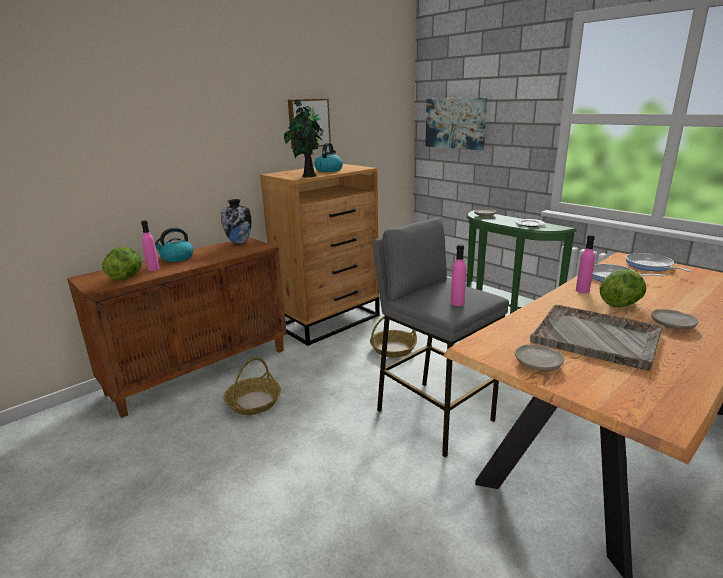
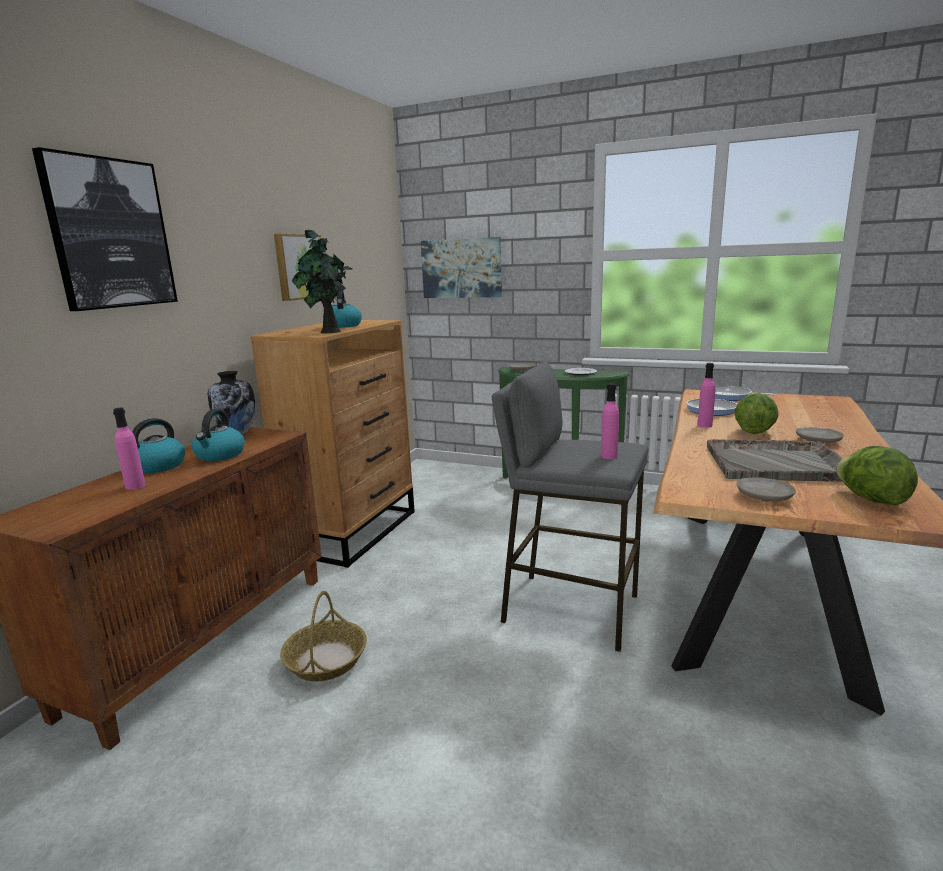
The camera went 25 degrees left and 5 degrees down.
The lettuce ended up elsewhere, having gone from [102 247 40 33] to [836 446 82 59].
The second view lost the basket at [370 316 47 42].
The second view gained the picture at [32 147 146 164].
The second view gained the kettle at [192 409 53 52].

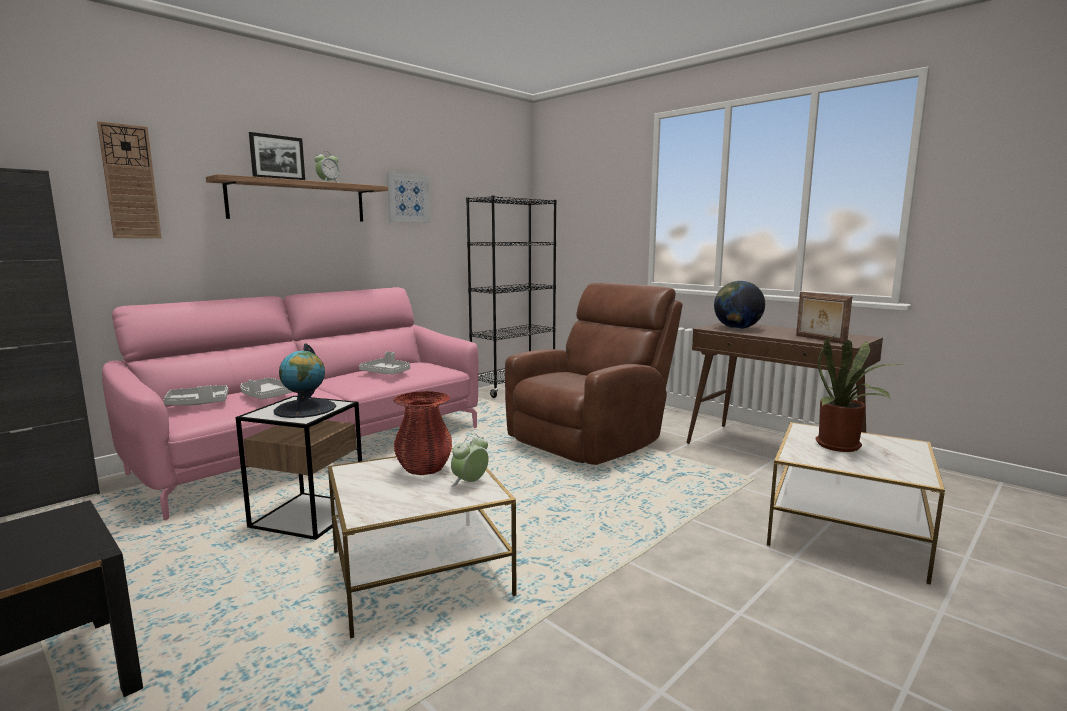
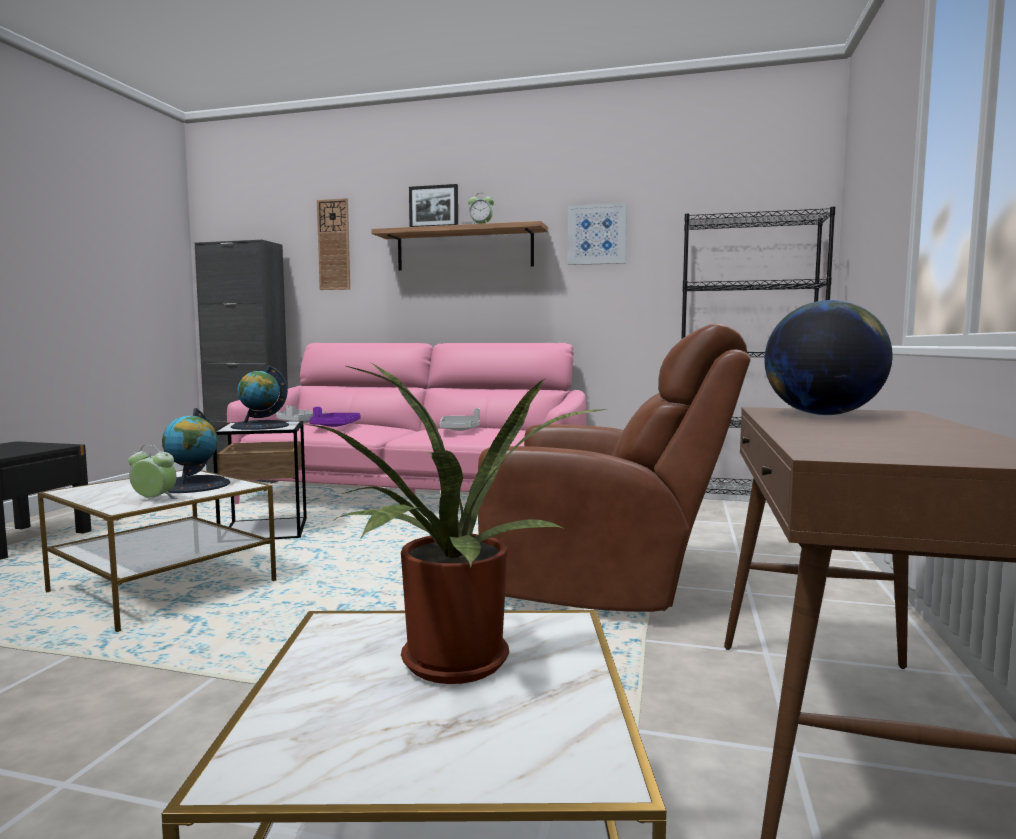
The camera went 60 degrees right and 5 degrees down.
The second view lost the picture frame at [796 292 56 52].
What was the tray (grey) at [240 378 52 21] turned into the tray (purple) at [309 407 52 20].
Where the vase (red) stood at [393 391 59 84], the globe came to stand at [162 408 68 85].

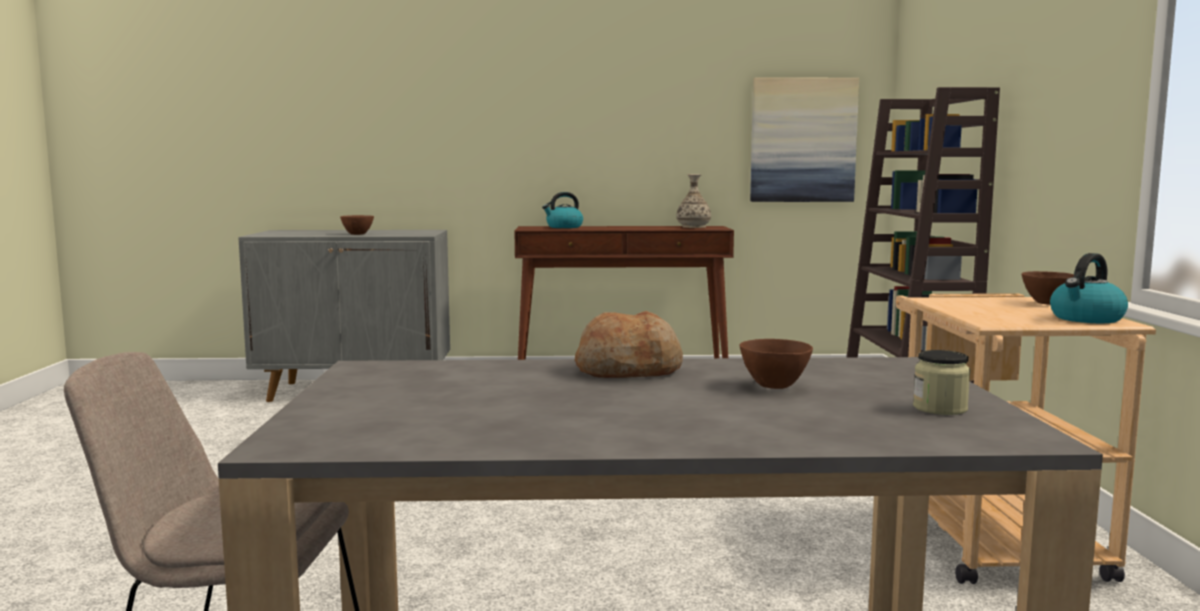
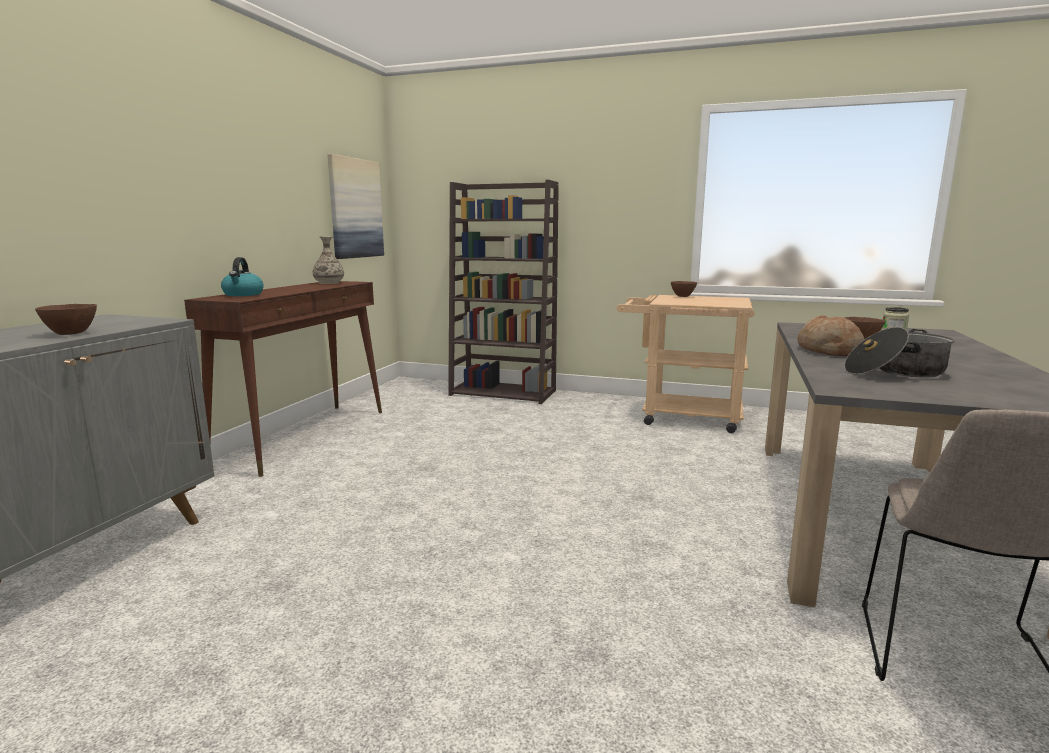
The camera went 70 degrees left and 5 degrees up.
The second view lost the kettle at [1050 253 78 70].
The second view gained the cooking pot at [844 327 111 50].

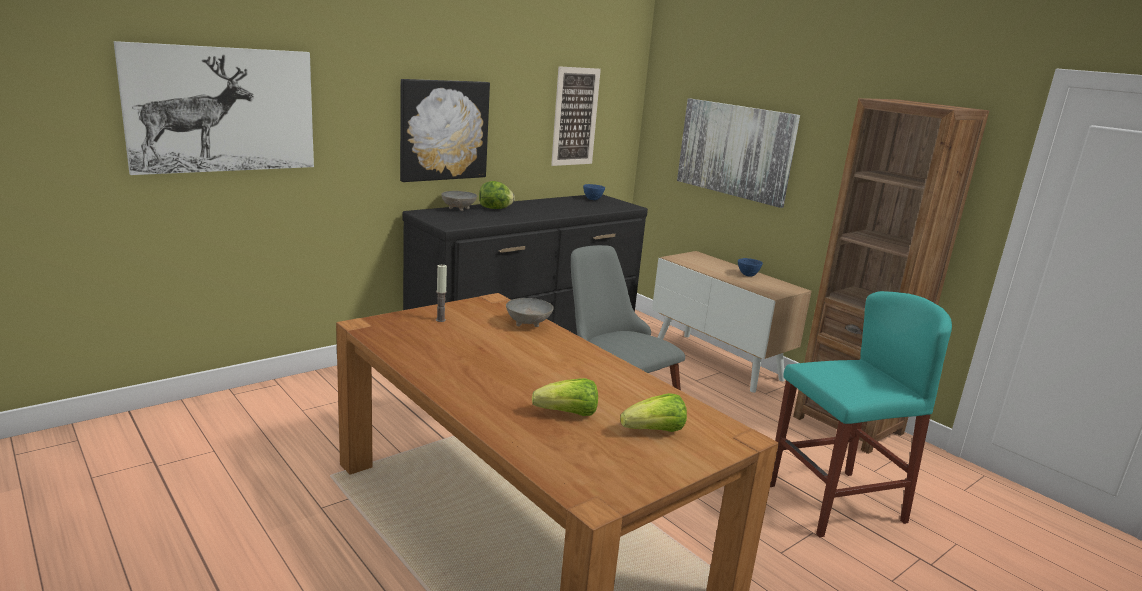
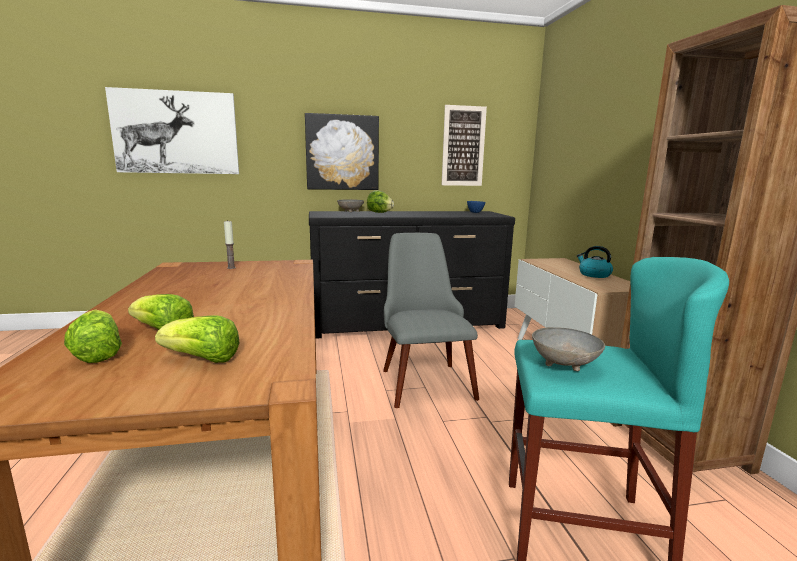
The camera went 30 degrees right and 5 degrees down.
The second view lost the picture at [677 98 123 110].
Where the bowl (blue) stood at [738 258 25 19], the kettle came to stand at [577 246 36 32].
The bowl (grey) ended up elsewhere, having gone from [506 298 48 29] to [532 327 73 44].
The second view gained the lettuce at [64 309 58 54].

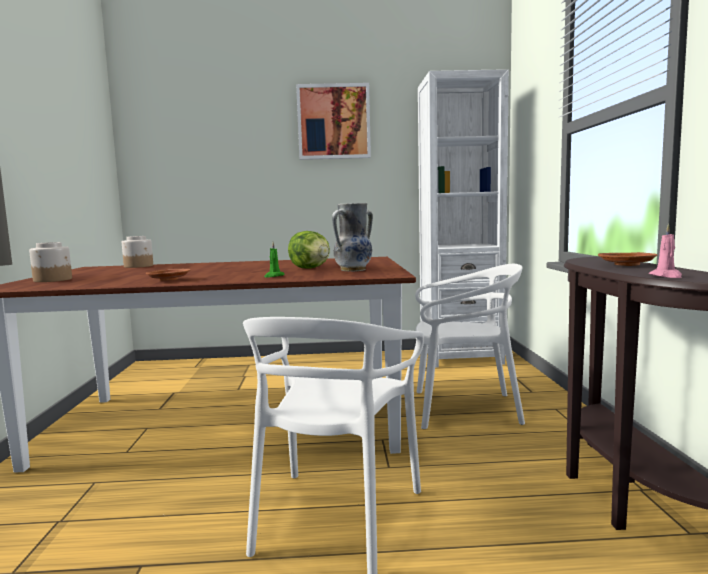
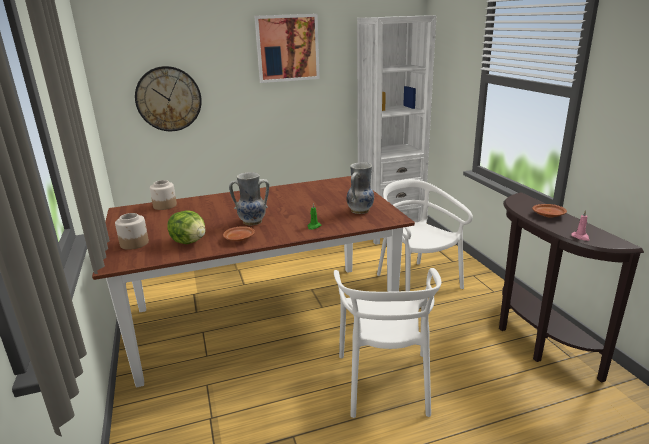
The camera went 15 degrees left and 15 degrees up.
The lettuce ended up elsewhere, having gone from [288 231 42 38] to [167 211 38 33].
The chair (white) at [415 264 110 165] ended up facing another way, 105 degrees counterclockwise from before.
The second view gained the wall clock at [135 66 67 65].
The second view gained the vase at [229 172 40 53].

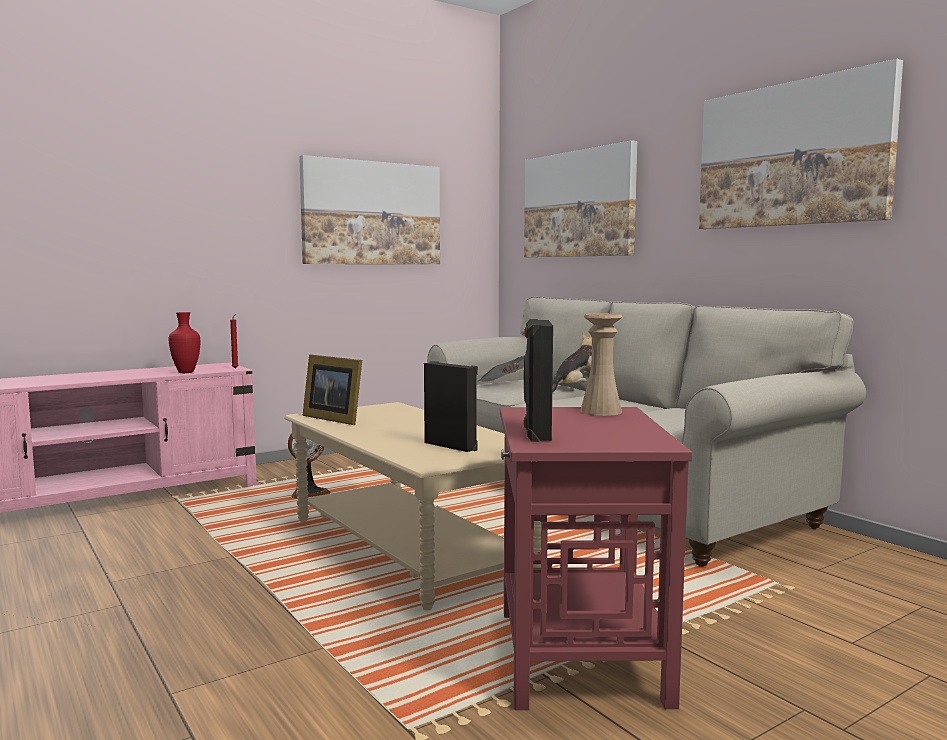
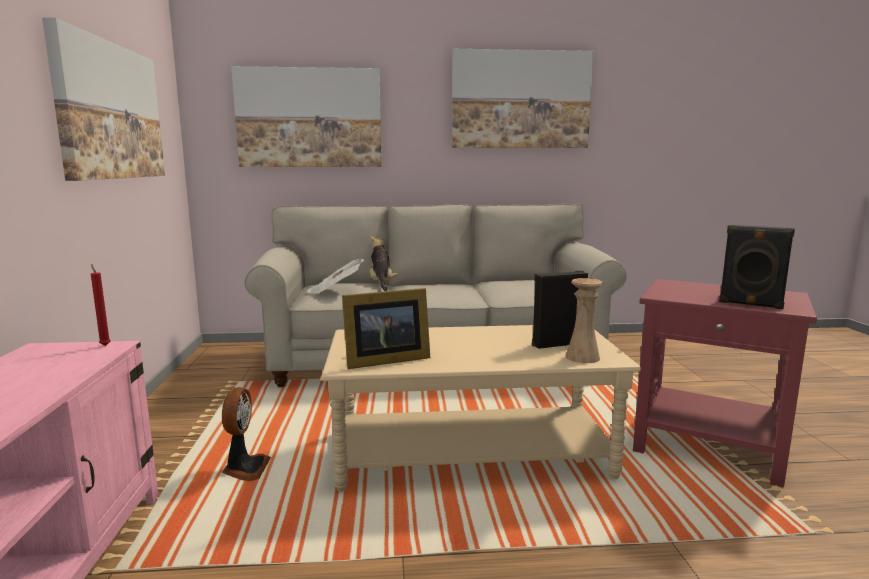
The camera went 60 degrees left and 5 degrees up.
The second view lost the vase (red) at [169 312 31 61].
The vase (beige) ended up elsewhere, having gone from [580 313 42 103] to [566 278 37 85].

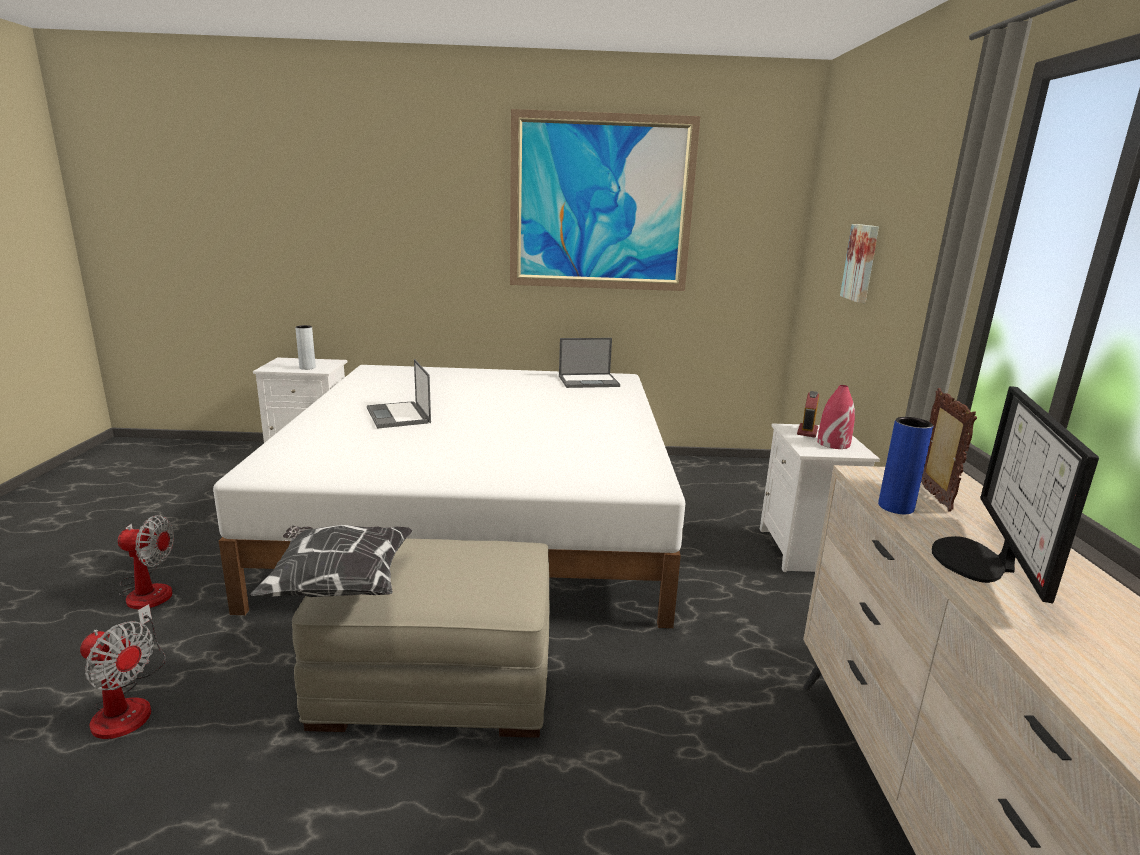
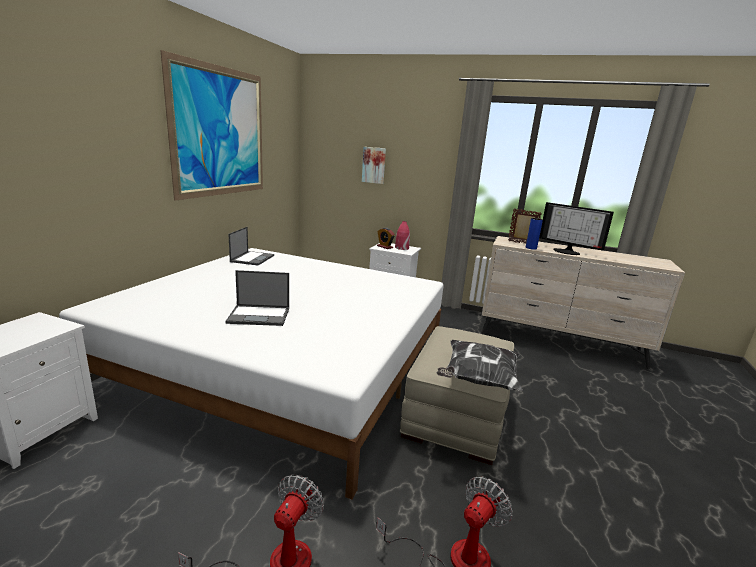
The camera went 70 degrees left and 0 degrees up.
The second view lost the vase (grey) at [295 325 21 45].

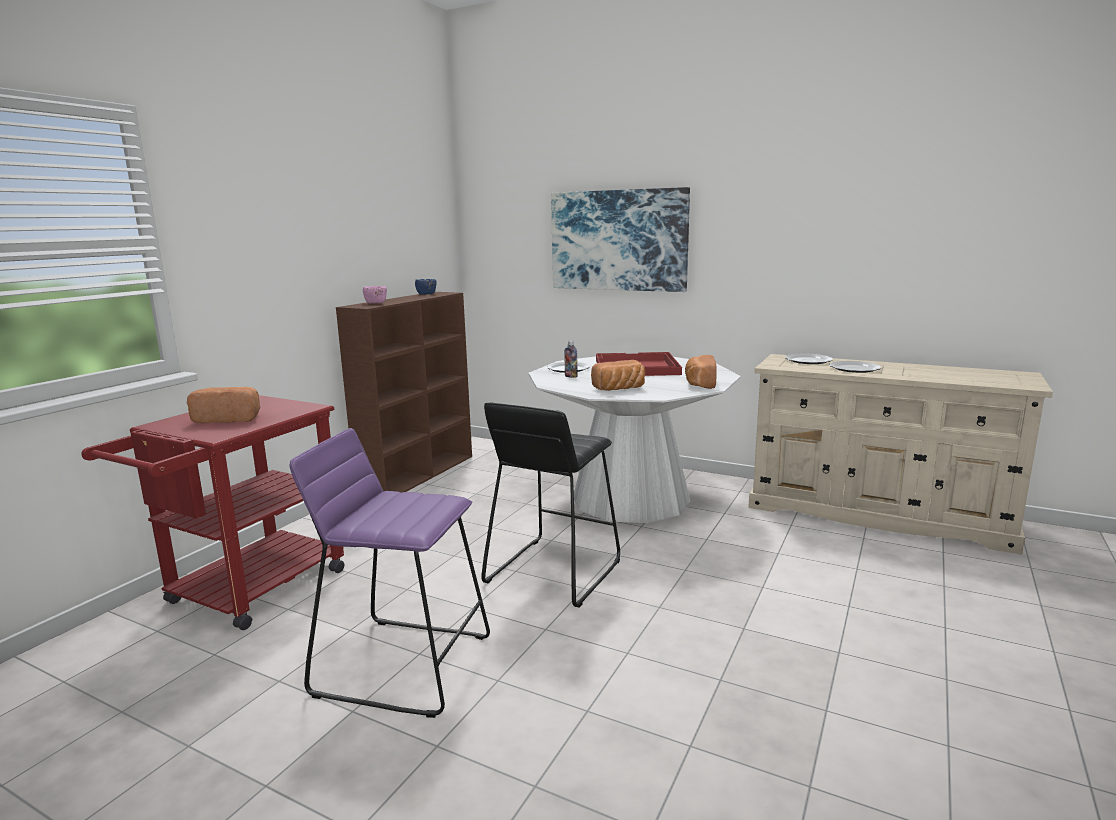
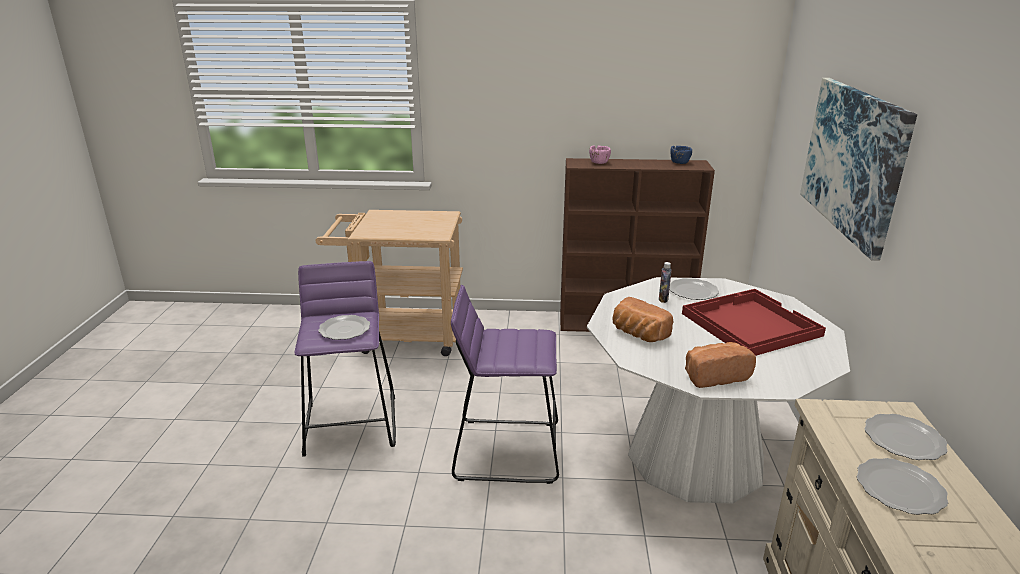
The camera went 65 degrees right and 10 degrees up.
The second view lost the bread at [187 387 73 36].
What was the cart (red) at [81 395 264 235] turned into the cart (beige) at [316 210 147 146].
What was the stool (black) at [481 402 139 206] turned into the stool (purple) at [451 285 108 199].
The second view gained the plate at [318 315 52 25].

